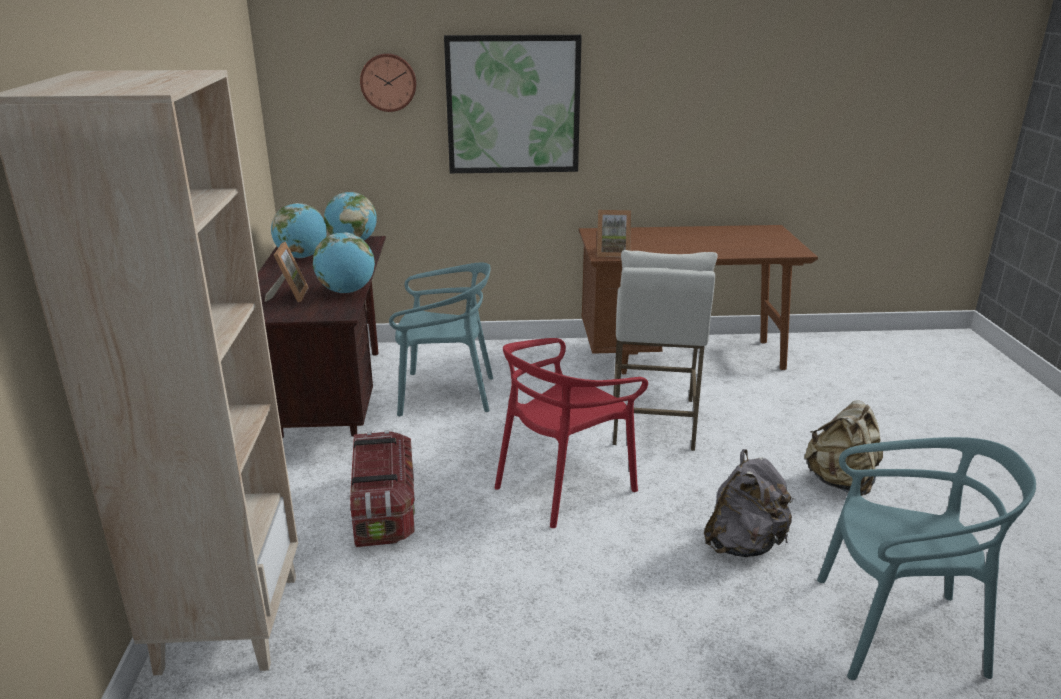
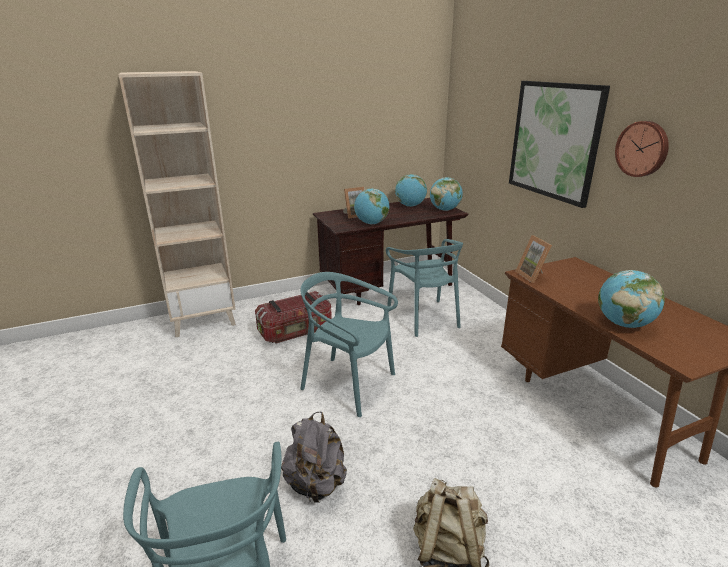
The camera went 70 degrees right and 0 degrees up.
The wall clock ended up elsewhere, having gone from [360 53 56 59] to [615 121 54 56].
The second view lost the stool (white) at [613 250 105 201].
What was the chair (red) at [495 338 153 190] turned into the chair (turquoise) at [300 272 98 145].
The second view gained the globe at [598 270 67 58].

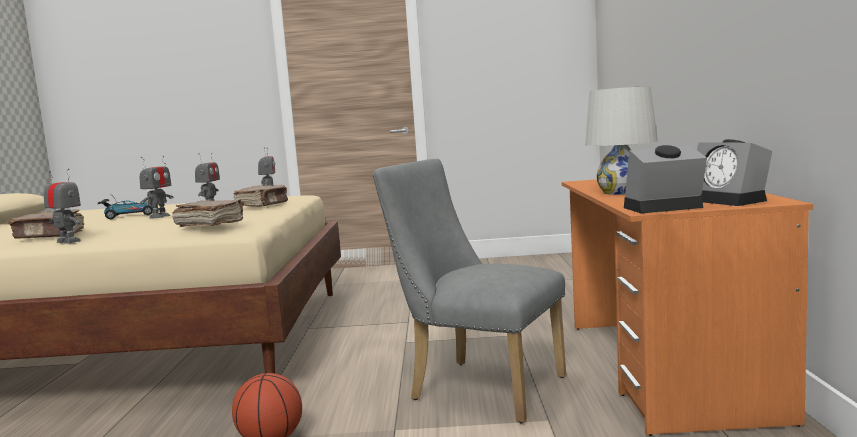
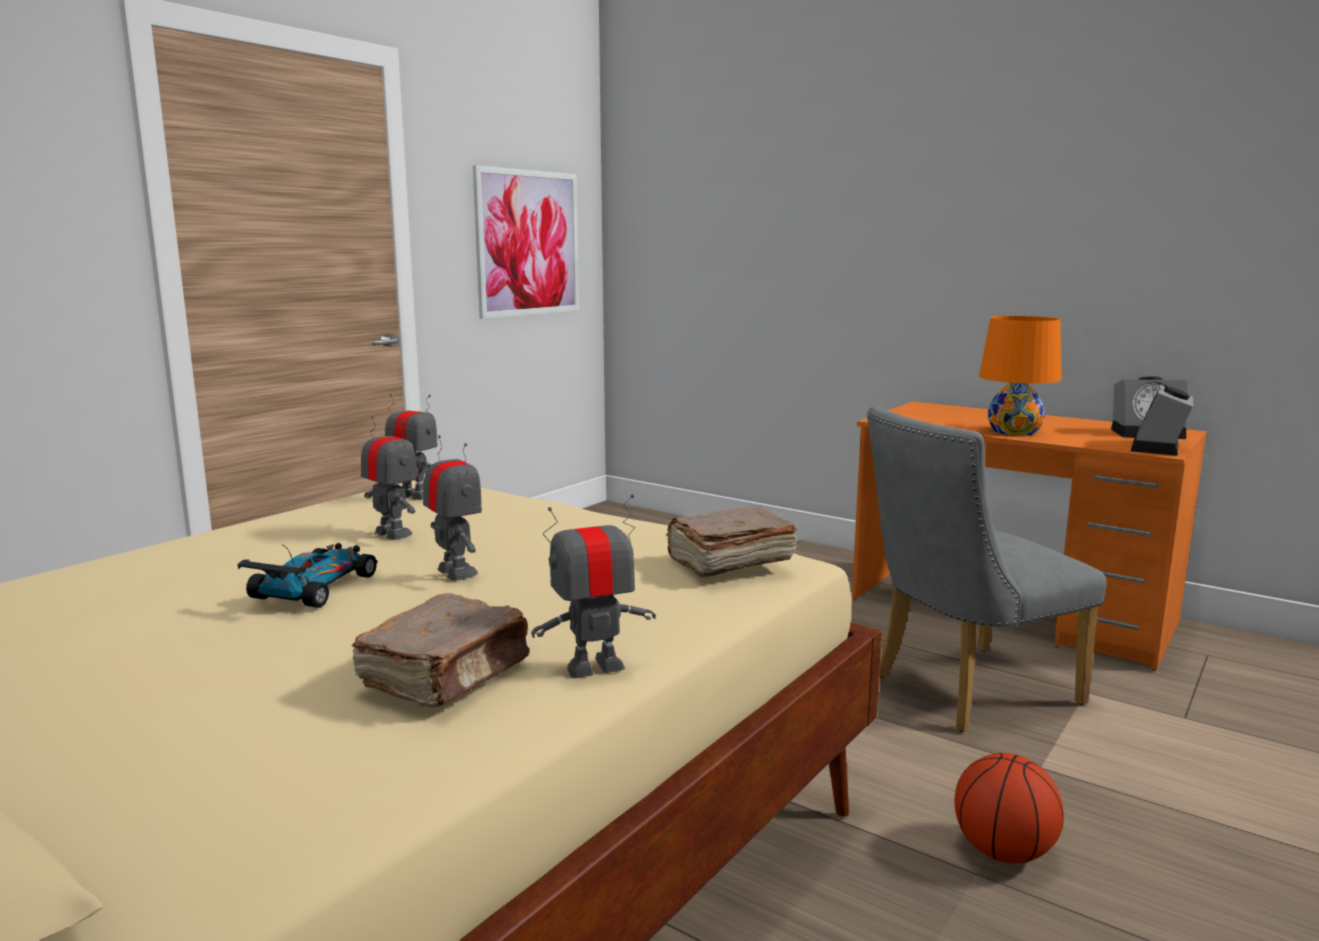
The camera went 55 degrees left and 5 degrees up.
What was the table lamp (white) at [585 86 73 109] turned into the table lamp (orange) at [979 316 82 120].
The second view lost the book (brown) at [233 185 55 22].
The second view gained the picture at [473 165 106 154].

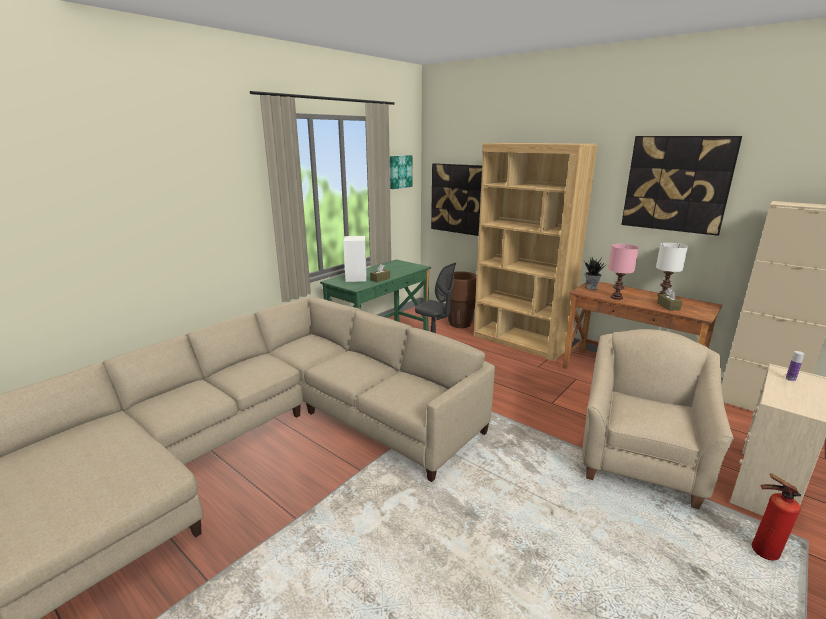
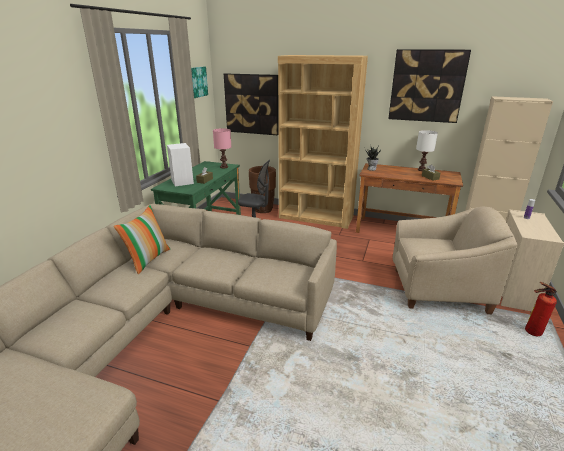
The camera went 20 degrees left and 5 degrees up.
The table lamp (pink) ended up elsewhere, having gone from [608 244 31 56] to [213 128 18 41].
The armchair (beige) at [582 329 152 180] ended up facing another way, 90 degrees clockwise from before.
The second view gained the pillow at [114 205 56 69].

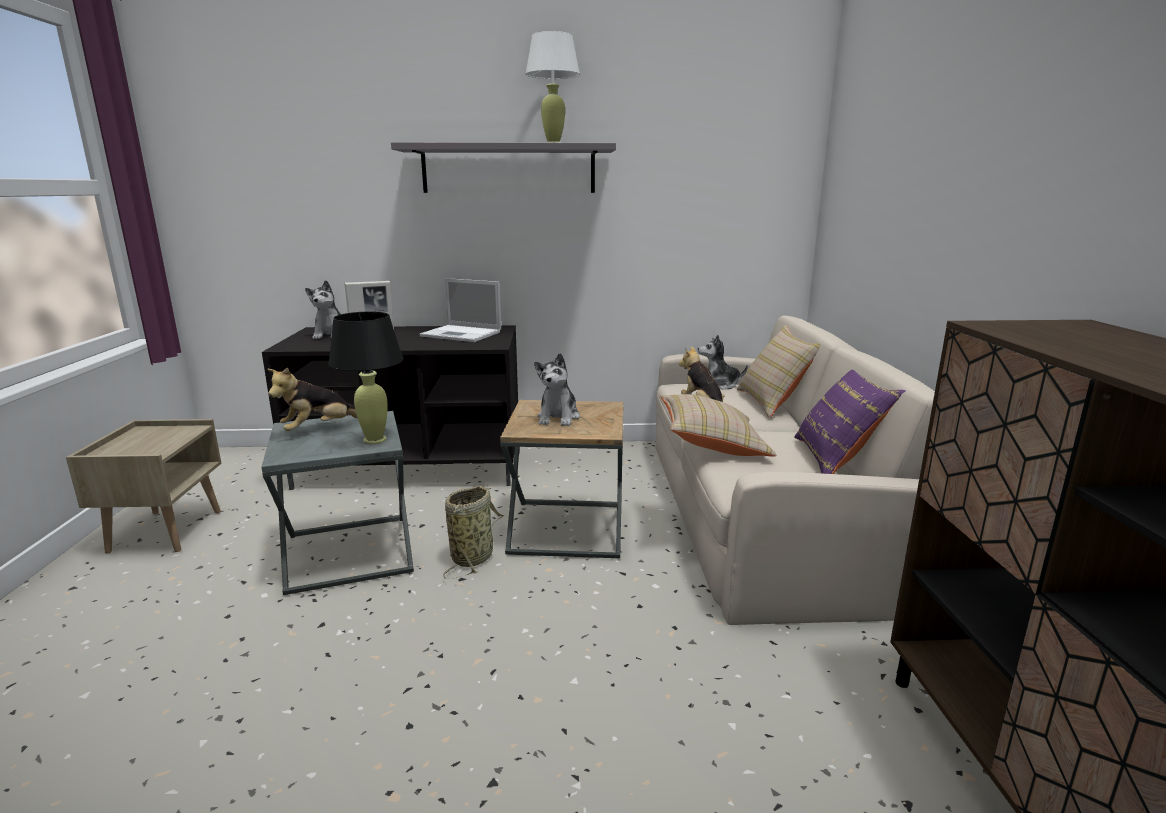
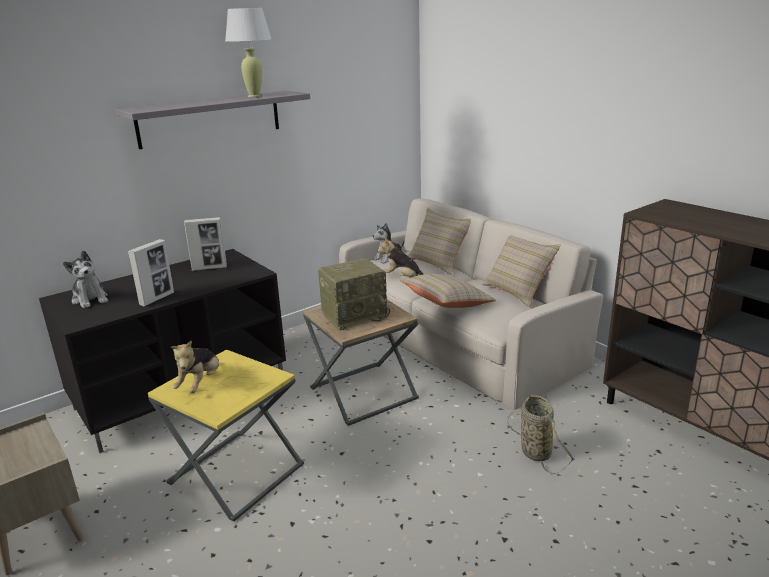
The camera went 35 degrees left and 5 degrees up.
Where the laptop stood at [420 278 81 64], the picture frame came to stand at [184 217 43 54].
The second view lost the table lamp (black) at [328 311 75 133].
Where the plush toy stood at [534 353 46 73], the radio came to stand at [318 258 72 73].
What was the pillow (purple) at [794 369 111 105] turned into the pillow (beige) at [482 235 79 73].
What was the side table (grey) at [262 411 152 184] turned into the side table (yellow) at [148 350 156 172].
The basket ended up elsewhere, having gone from [443 486 62 92] to [507 395 68 79].

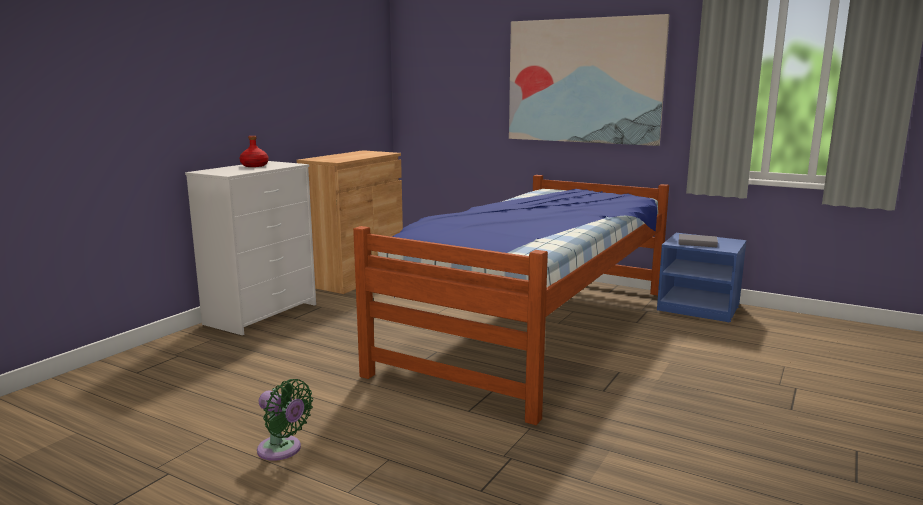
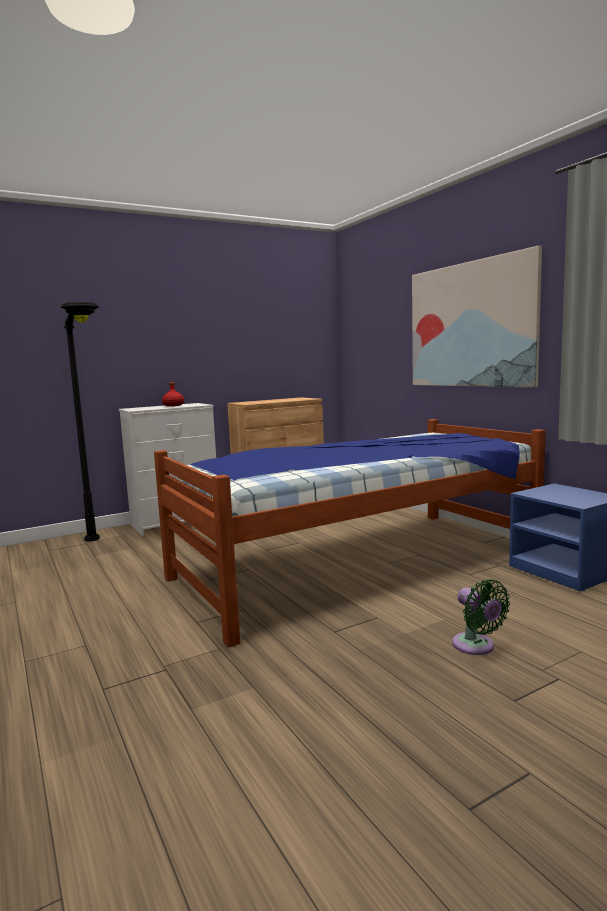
The camera went 30 degrees right and 5 degrees down.
The second view lost the book (grey) at [678 234 40 13].
The fan (green) ended up elsewhere, having gone from [257 379 56 82] to [452 579 58 76].
The second view gained the floor lamp (black) at [60 302 40 239].

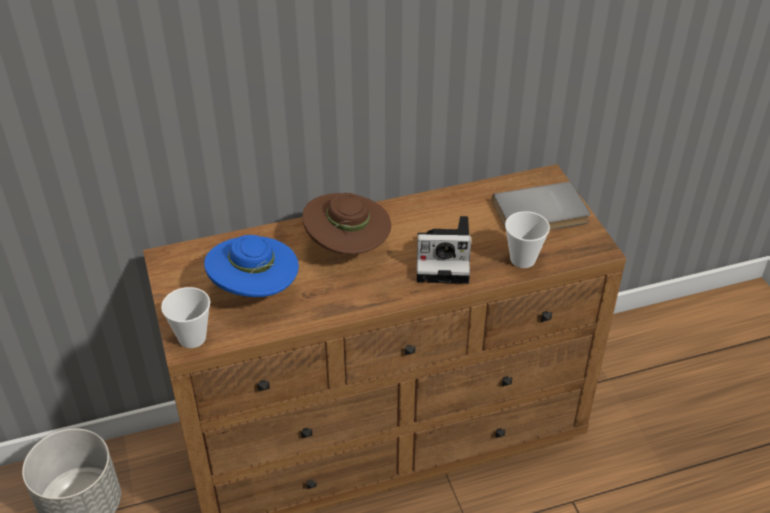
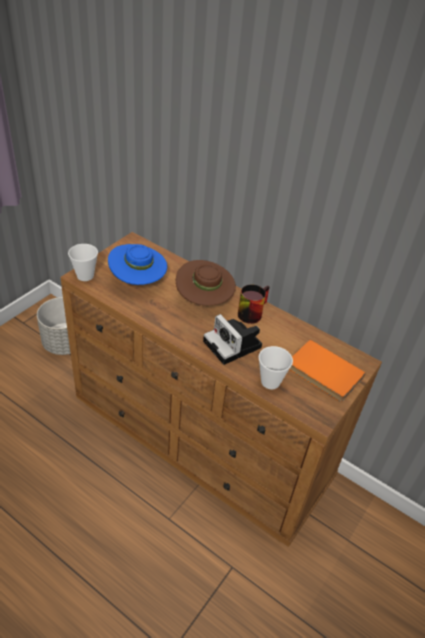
The camera went 50 degrees right and 0 degrees up.
What was the book (grey) at [492 181 98 49] turned into the book (orange) at [289 340 77 62].
The second view gained the mug at [238 284 31 40].

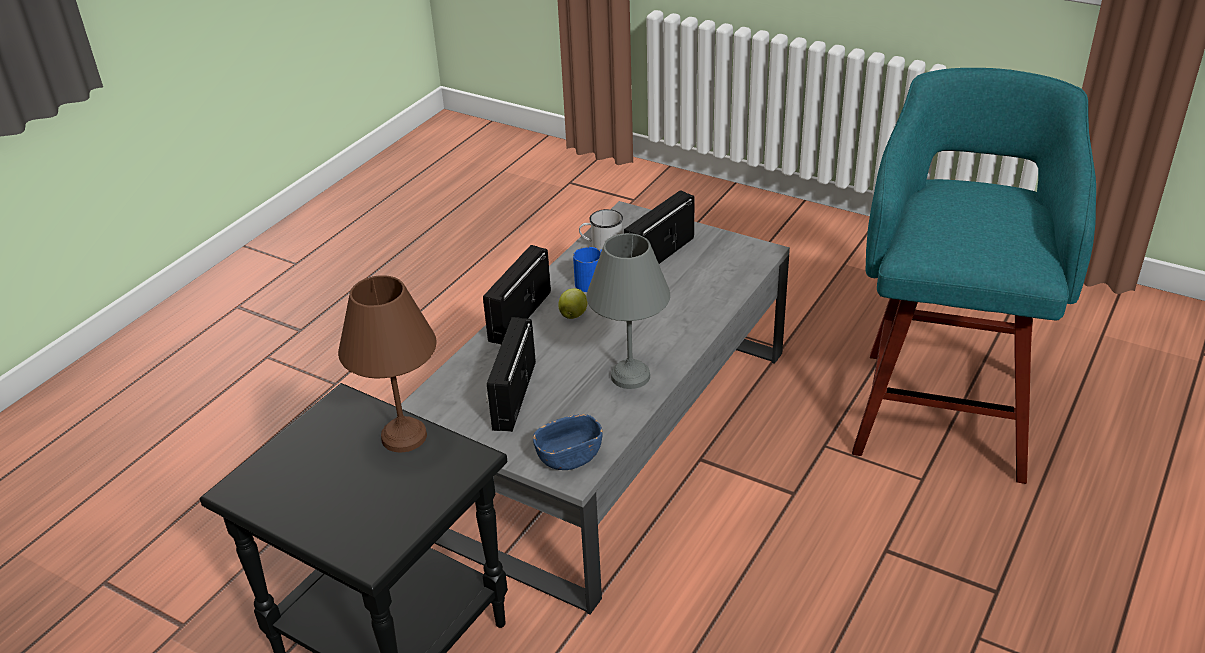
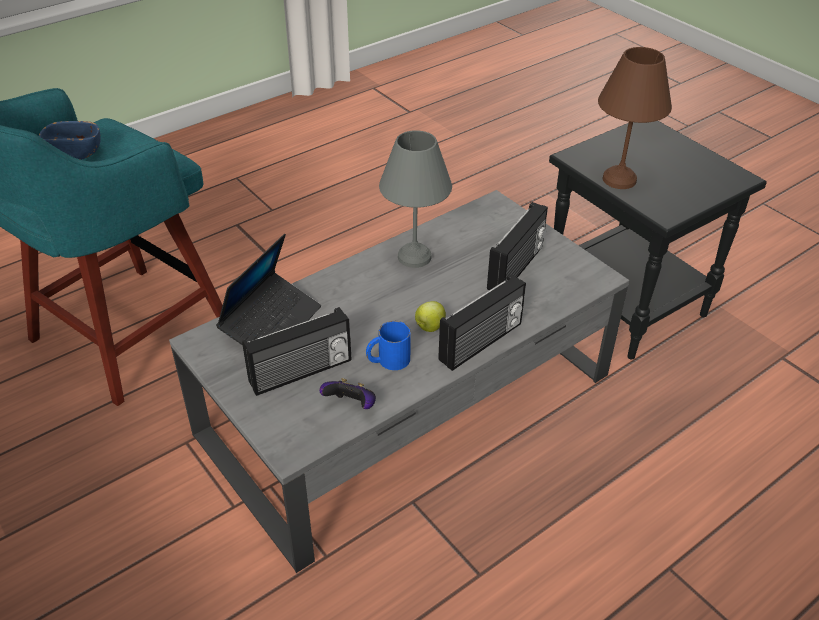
The camera went 160 degrees left and 5 degrees up.
Where the mug (white) stood at [579 209 44 41], the game controller came to stand at [319 378 57 31].
The bowl (blue) ended up elsewhere, having gone from [533 414 70 56] to [39 121 62 39].
The second view gained the laptop at [216 234 105 112].

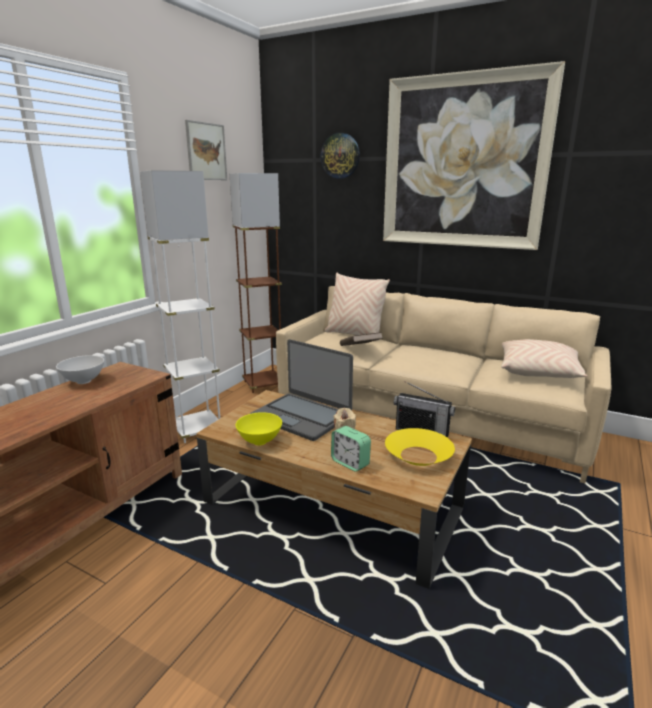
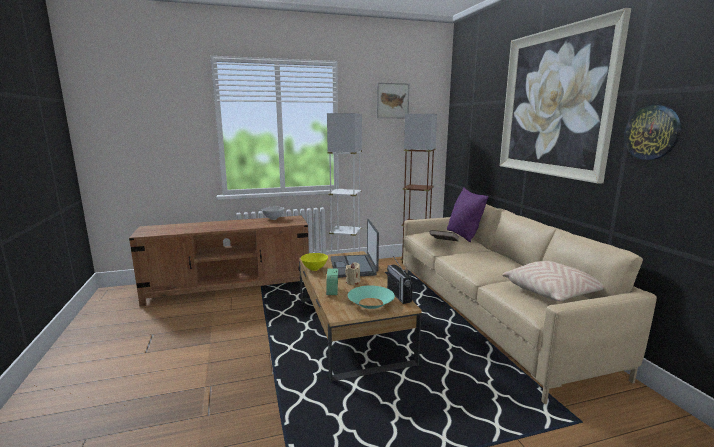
The camera went 45 degrees right and 5 degrees down.
The wall clock ended up elsewhere, having gone from [320 133 40 46] to [624 105 57 55].
What was the pillow (beige) at [325 273 65 62] turned into the pillow (purple) at [447 187 42 55].
What was the bowl (yellow) at [385 428 70 38] turned into the bowl (turquoise) at [347 286 48 23].

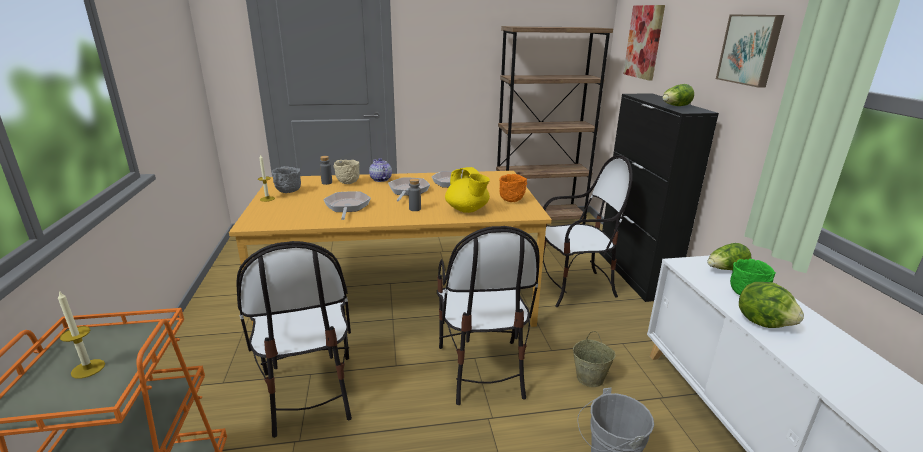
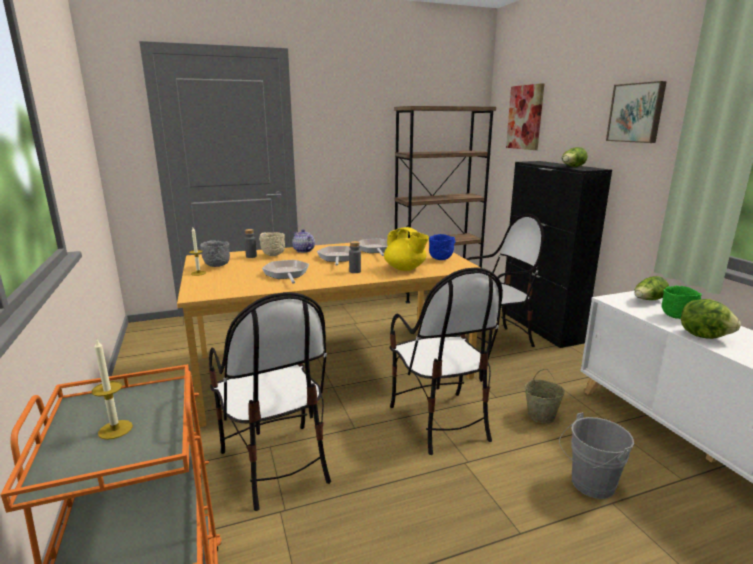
The camera went 10 degrees left and 5 degrees down.
What was the bowl (orange) at [499 174 28 28] turned into the bowl (blue) at [429 234 27 26].

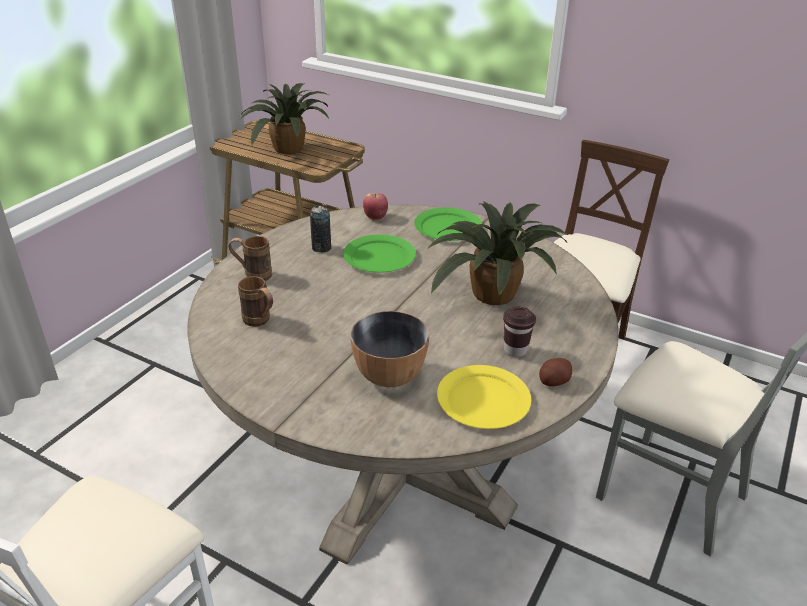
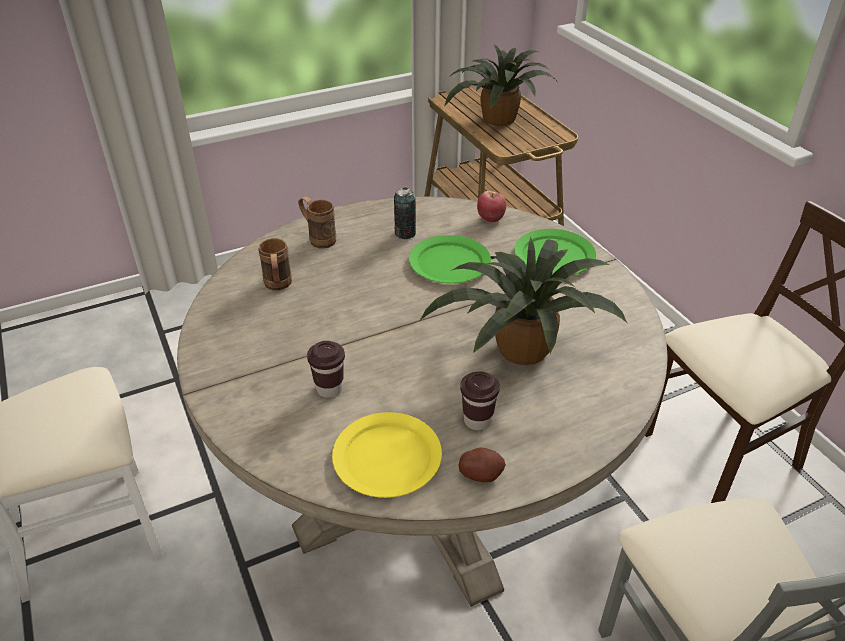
The camera went 35 degrees right and 5 degrees up.
Where the bowl stood at [351 311 78 76], the cup (brown) came to stand at [307 341 38 57].

